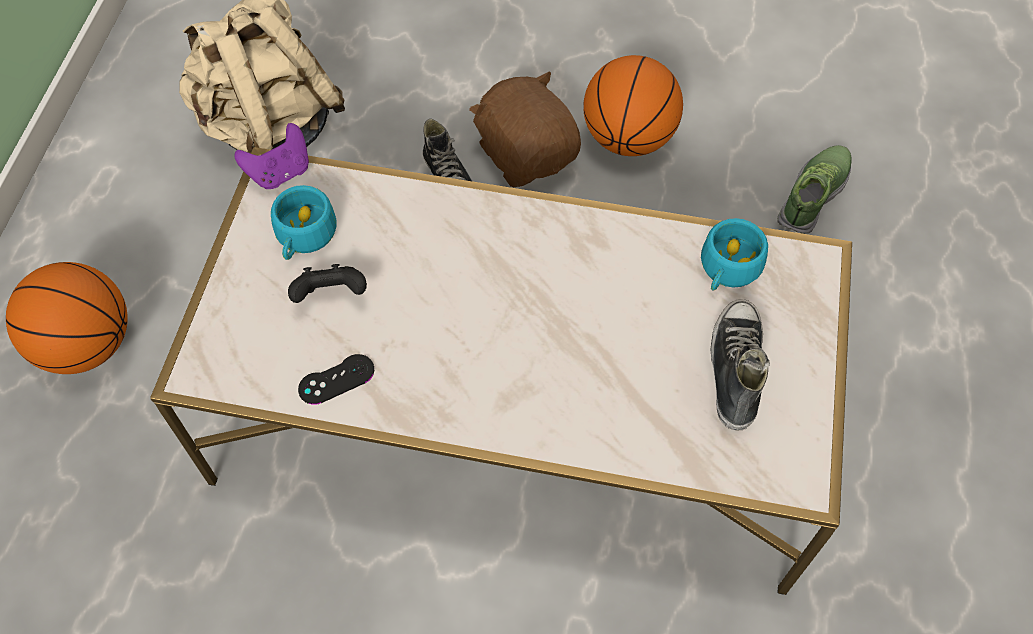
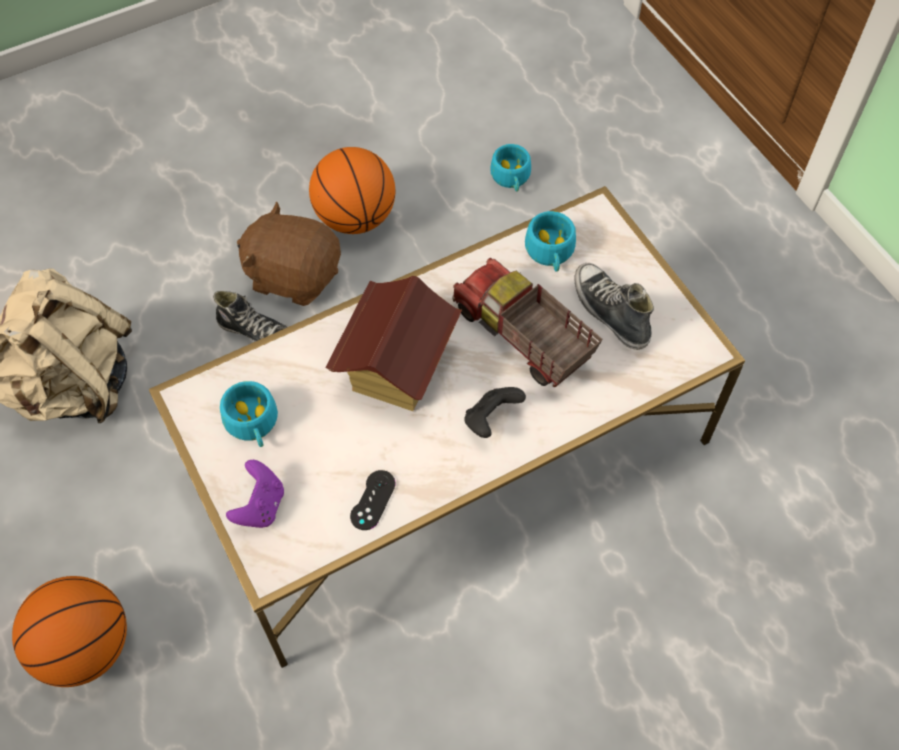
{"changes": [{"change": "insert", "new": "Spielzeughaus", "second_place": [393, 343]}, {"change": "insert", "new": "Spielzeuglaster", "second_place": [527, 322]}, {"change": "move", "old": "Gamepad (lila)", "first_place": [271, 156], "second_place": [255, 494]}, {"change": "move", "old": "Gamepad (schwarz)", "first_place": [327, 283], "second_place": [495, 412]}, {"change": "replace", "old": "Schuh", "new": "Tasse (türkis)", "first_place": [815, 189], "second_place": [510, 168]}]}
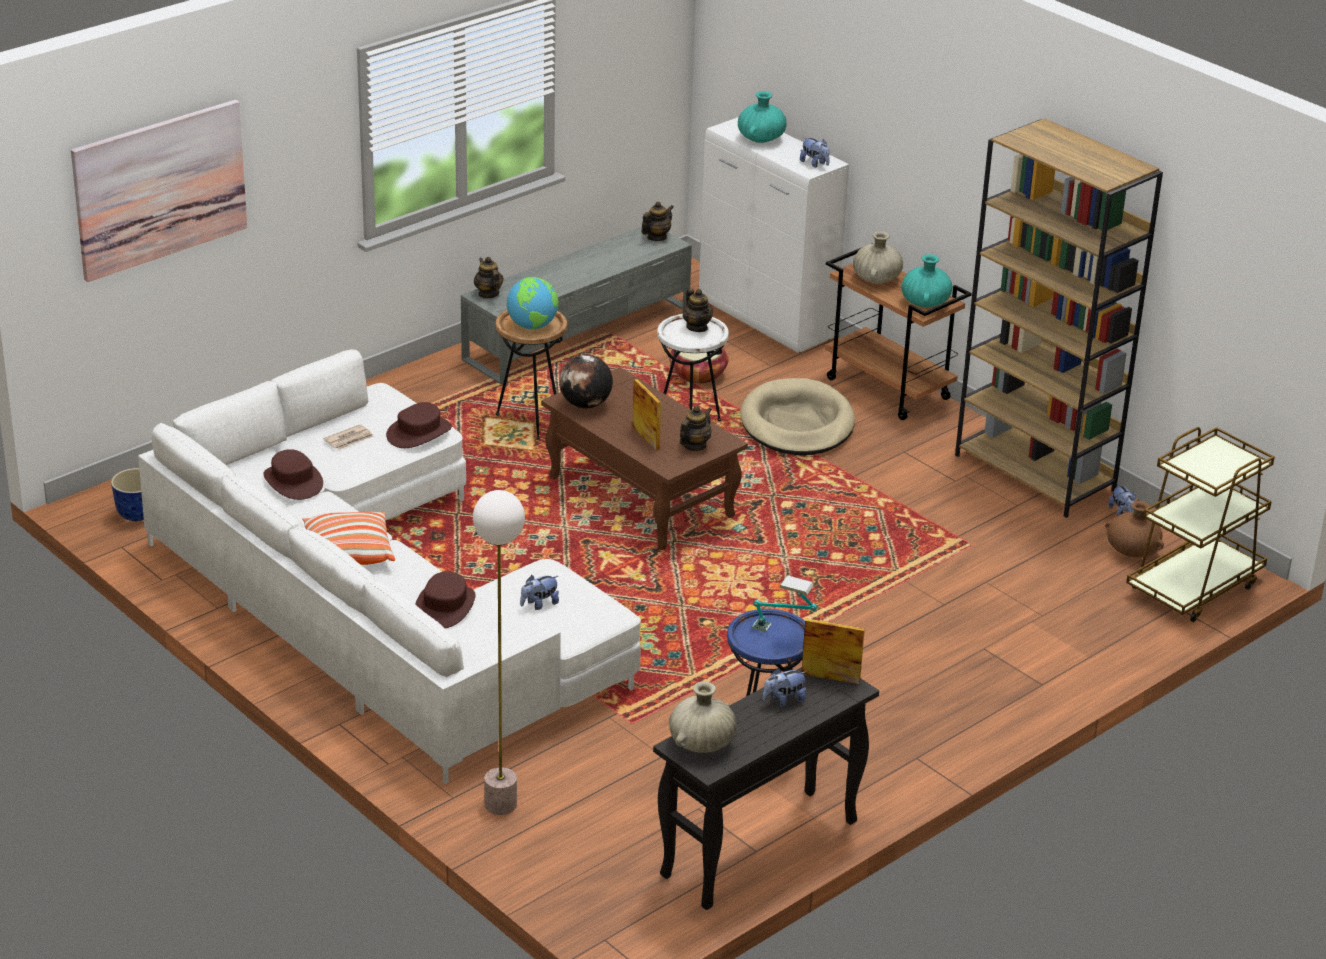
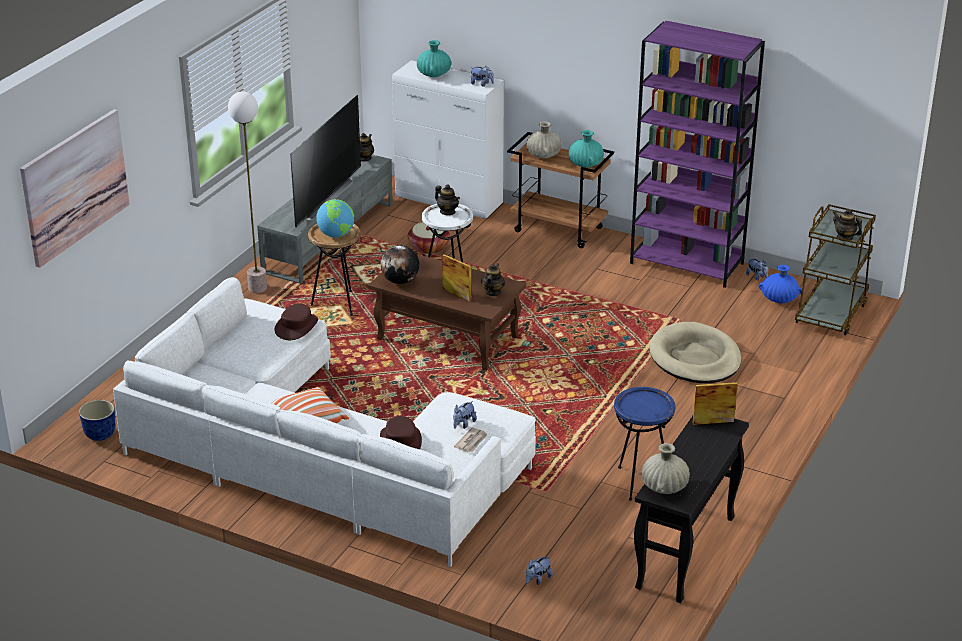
{"changes": [{"change": "delete", "old": "Hut (braun)", "first_place": [293, 474]}, {"change": "delete", "old": "Tischlampe", "first_place": [784, 603]}, {"change": "insert", "new": "Fernseher", "second_place": [325, 161]}, {"change": "move", "old": "Zeitung", "first_place": [348, 437], "second_place": [471, 440]}, {"change": "move", "old": "Stehlampe", "first_place": [499, 652], "second_place": [247, 192]}, {"change": "move", "old": "Teekanne", "first_place": [488, 278], "second_place": [847, 225]}, {"change": "move", "old": "Hundebett (beige)", "first_place": [797, 416], "second_place": [696, 352]}, {"change": "move", "old": "Plüschtier", "first_place": [784, 687], "second_place": [539, 570]}, {"change": "recolor", "old": "Bücherregal (braun)", "new": "Bücherregal (lila)", "first_place": [1059, 318], "second_place": [697, 154]}, {"change": "recolor", "old": "Vase (braun)", "new": "Vase (blau)", "first_place": [1134, 529], "second_place": [780, 284]}]}
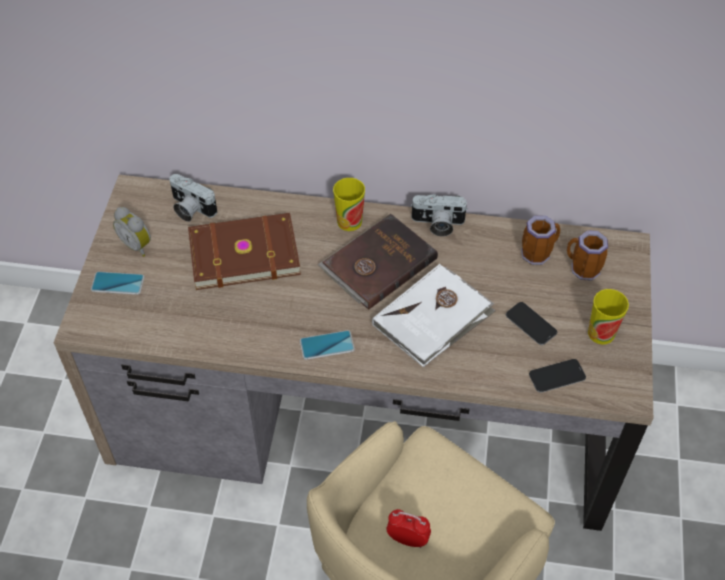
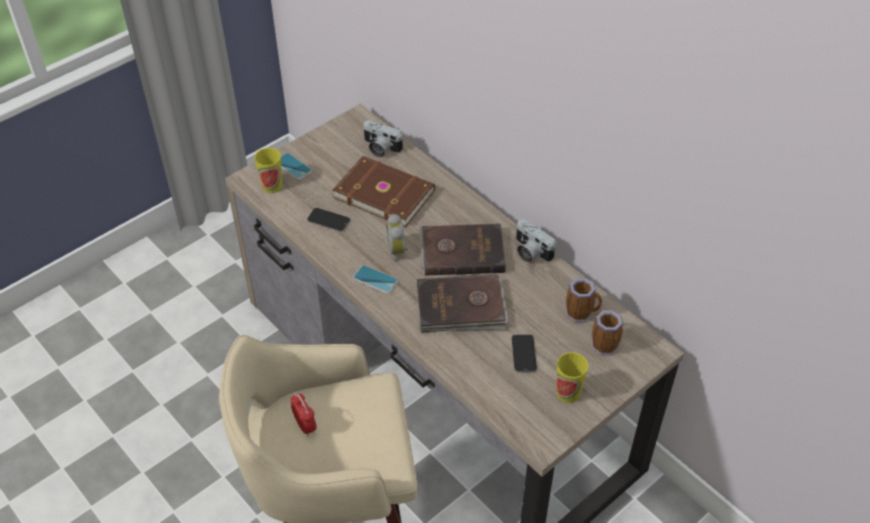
{"changes": [{"change": "move", "old": "Wecker", "first_place": [132, 232], "second_place": [397, 238]}, {"change": "move", "old": "Tasse", "first_place": [349, 204], "second_place": [268, 170]}, {"change": "move", "old": "Handy", "first_place": [557, 376], "second_place": [328, 220]}, {"change": "recolor", "old": "Buch (weiß)", "new": "Buch (braun)", "first_place": [433, 316], "second_place": [462, 303]}, {"change": "rotate", "old": "Kamera", "first_place": [193, 198], "second_place": [383, 138], "degrees": -45}]}
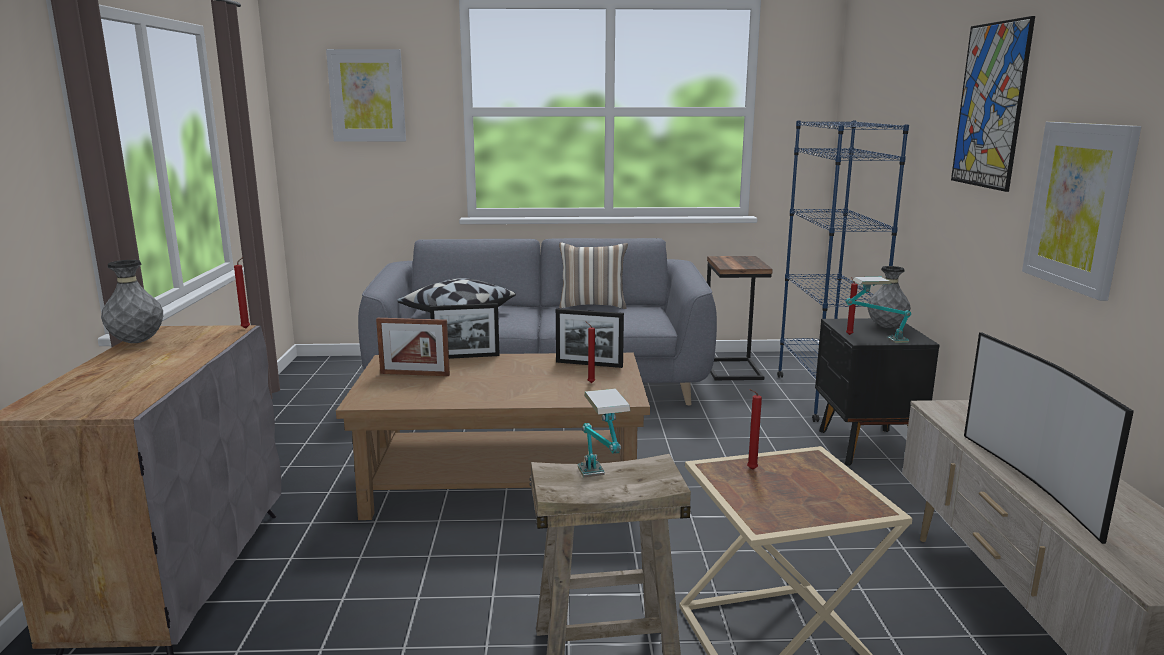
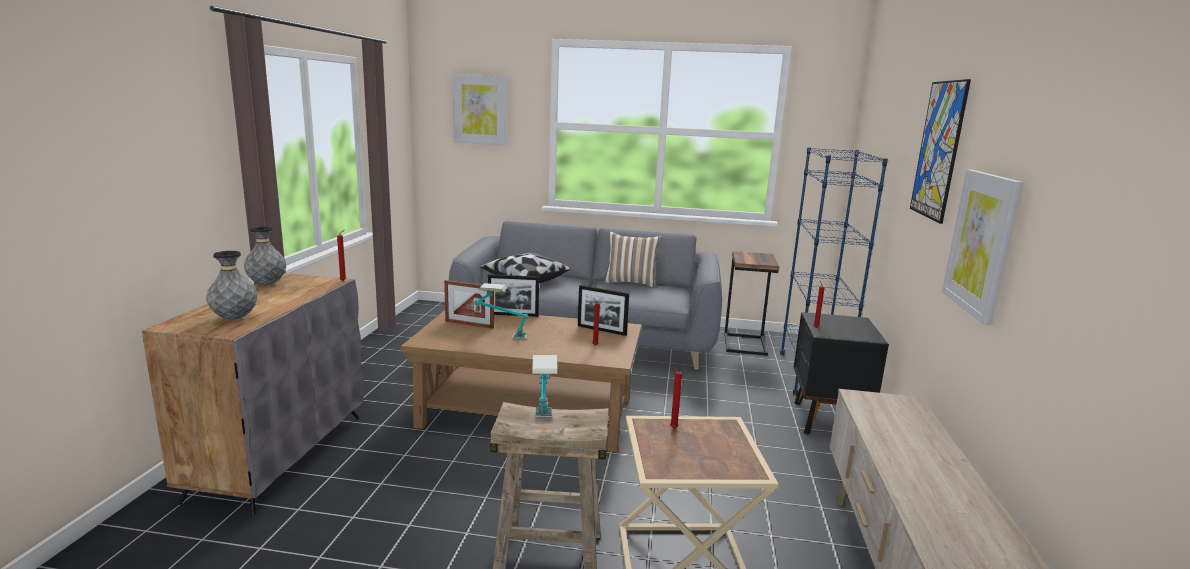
{"changes": [{"change": "delete", "old": "Fernseher", "first_place": [1049, 438]}, {"change": "move", "old": "Tischlampe", "first_place": [878, 310], "second_place": [501, 311]}, {"change": "move", "old": "Vase (grau)", "first_place": [889, 297], "second_place": [231, 285]}]}
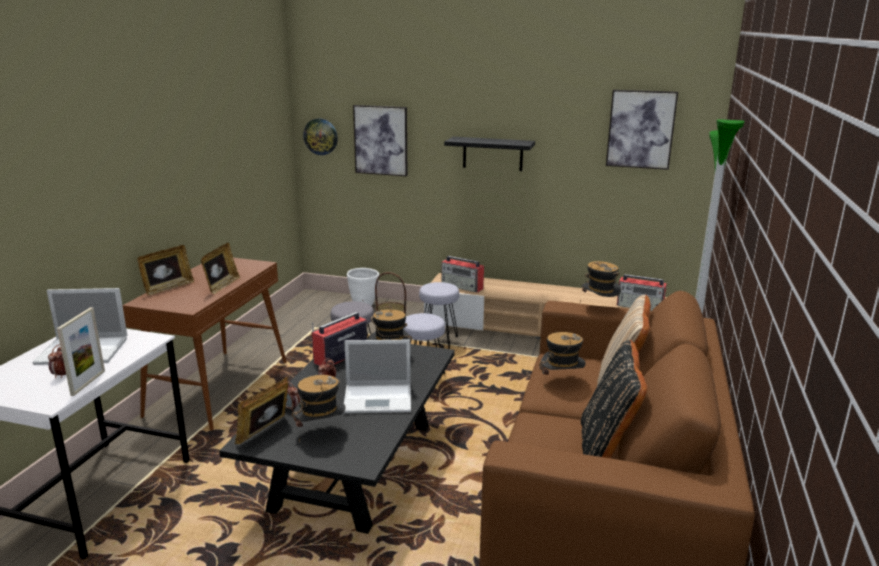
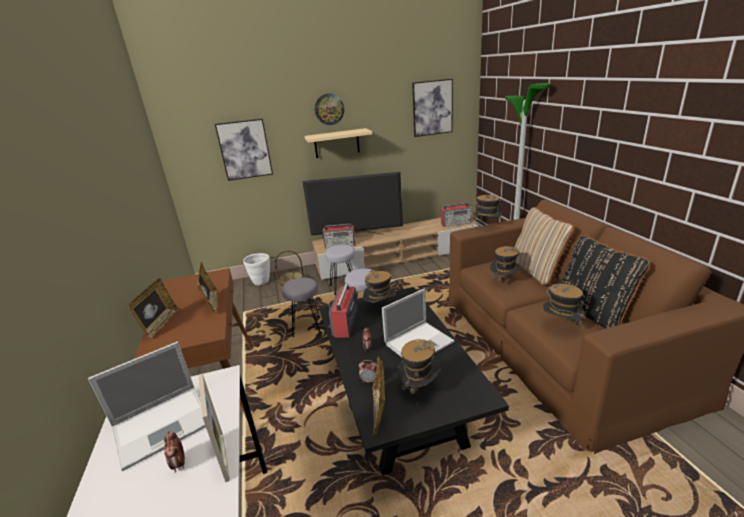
{"changes": [{"change": "insert", "new": "Fernseher", "second_place": [352, 203]}, {"change": "insert", "new": "Hut", "second_place": [564, 304]}, {"change": "move", "old": "Wanduhr", "first_place": [320, 136], "second_place": [329, 109]}, {"change": "recolor", "old": "Wandregal (schwarz)", "new": "Wandregal (beige)", "first_place": [489, 154], "second_place": [338, 143]}]}
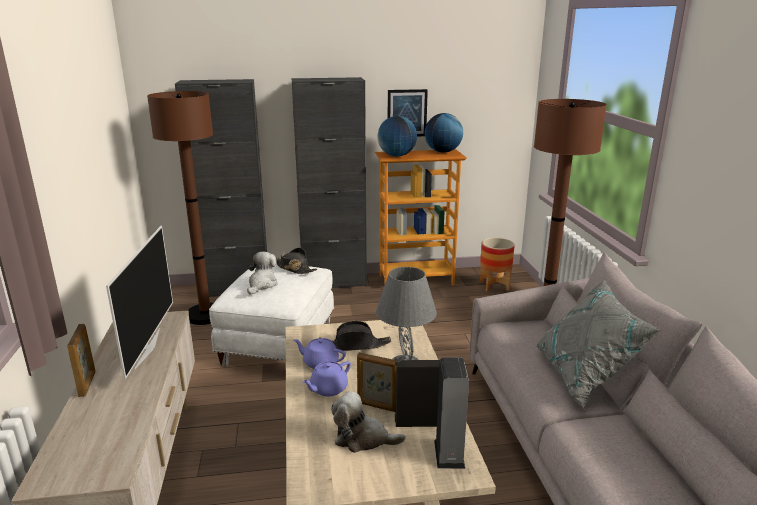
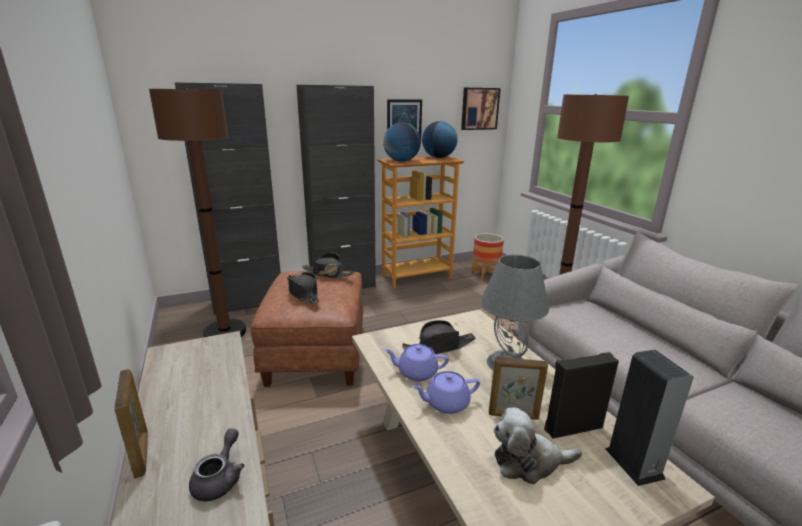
{"changes": [{"change": "delete", "old": "Fernseher", "first_place": [139, 302]}, {"change": "delete", "old": "Kissen (grau)", "first_place": [599, 343]}, {"change": "insert", "new": "Teekanne (grau)", "second_place": [217, 464]}, {"change": "insert", "new": "Bild", "second_place": [481, 109]}, {"change": "replace", "old": "Plüschtier", "new": "Hut (schwarz)", "first_place": [262, 273], "second_place": [303, 288]}, {"change": "recolor", "old": "Polsterhocker (weiß)", "new": "Polsterhocker (braun)", "first_place": [271, 315], "second_place": [307, 329]}, {"change": "rotate", "old": "Teekanne (lila)", "first_place": [326, 379], "second_place": [446, 392], "degrees": 45}]}
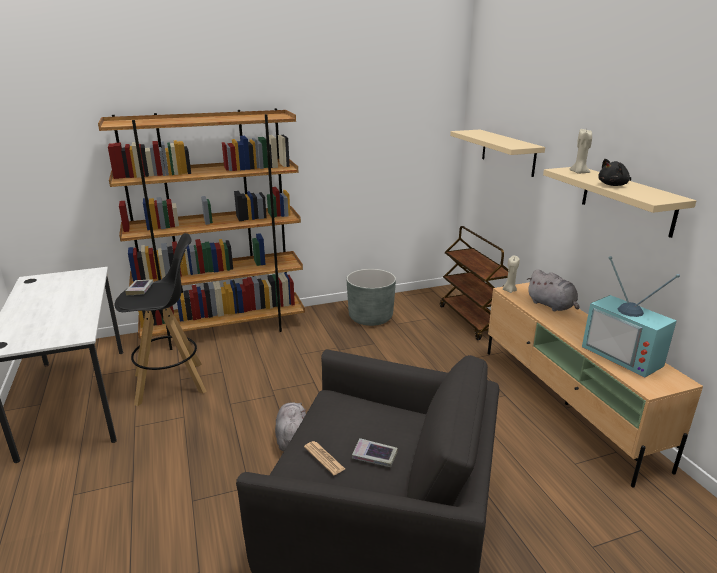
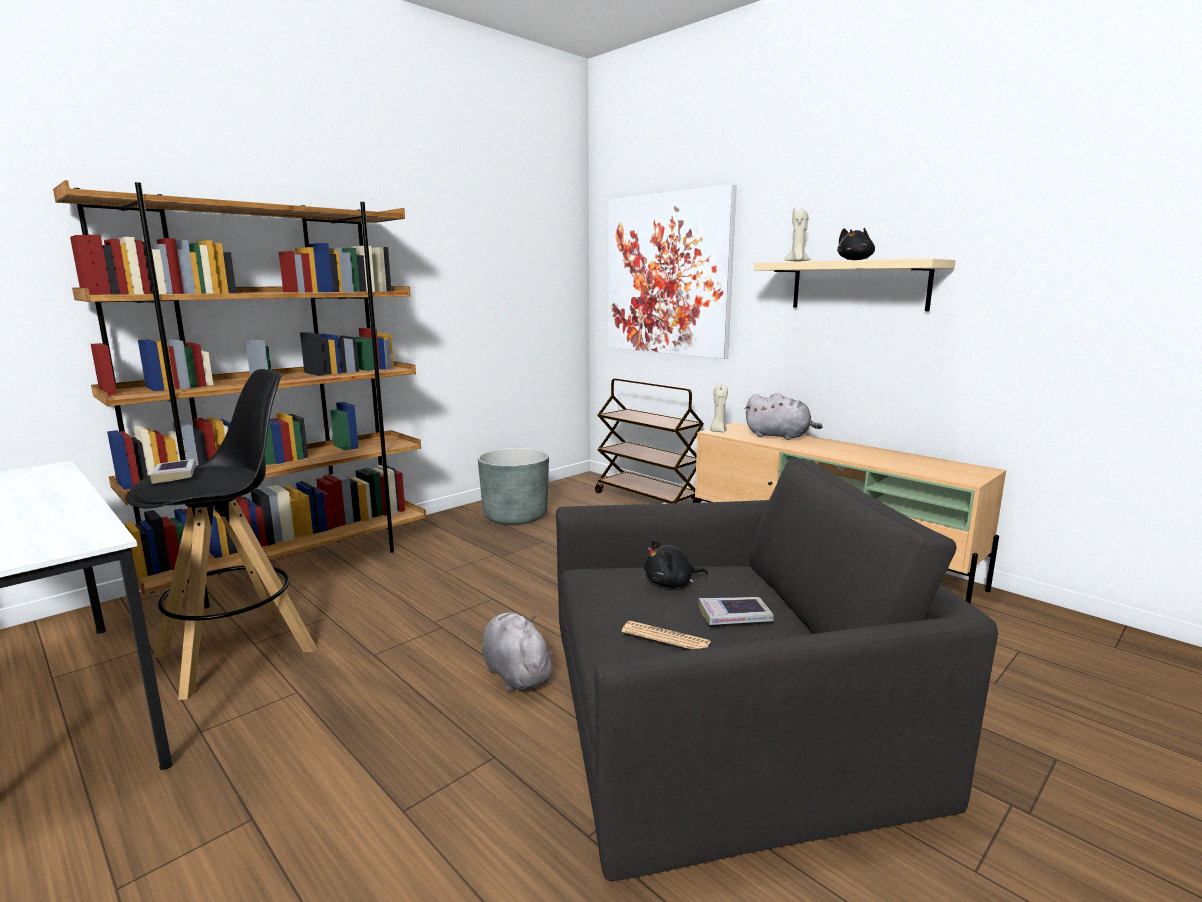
{"changes": [{"change": "delete", "old": "Fernseher", "first_place": [631, 316]}, {"change": "insert", "new": "Plüschtier (schwarz)", "second_place": [676, 563]}, {"change": "replace", "old": "Wandregal (beige)", "new": "Bild", "first_place": [497, 153], "second_place": [672, 271]}]}
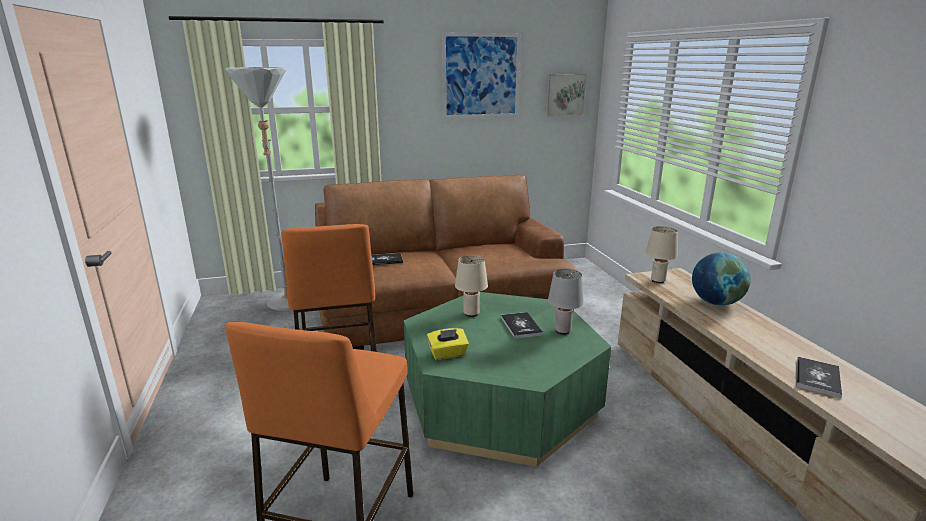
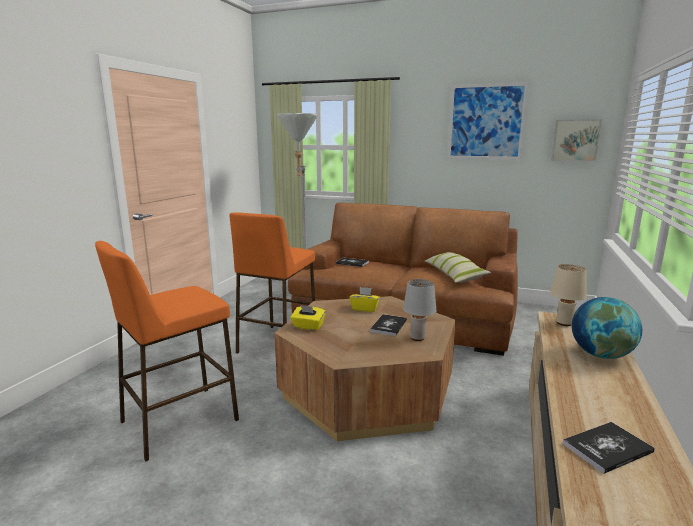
{"changes": [{"change": "insert", "new": "Kissen", "second_place": [458, 267]}, {"change": "replace", "old": "Tischlampe (beige)", "new": "Taschentuchbox (gelb)", "first_place": [471, 286], "second_place": [364, 299]}, {"change": "recolor", "old": "Couchtisch (grün)", "new": "Couchtisch (braun)", "first_place": [507, 379], "second_place": [365, 368]}]}
